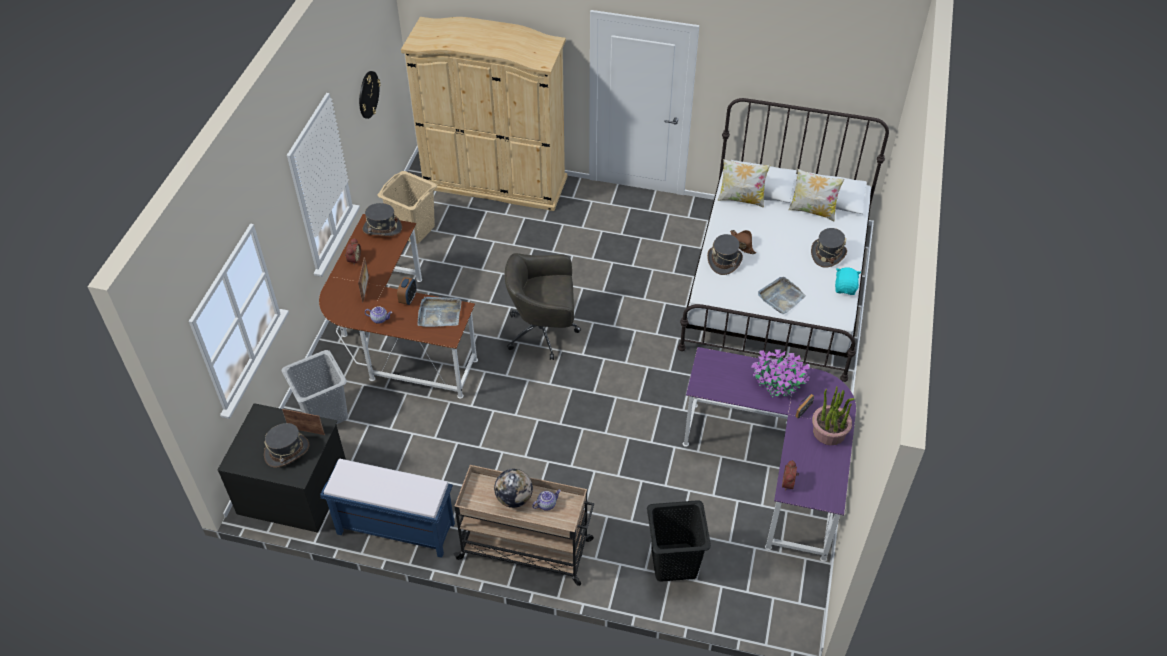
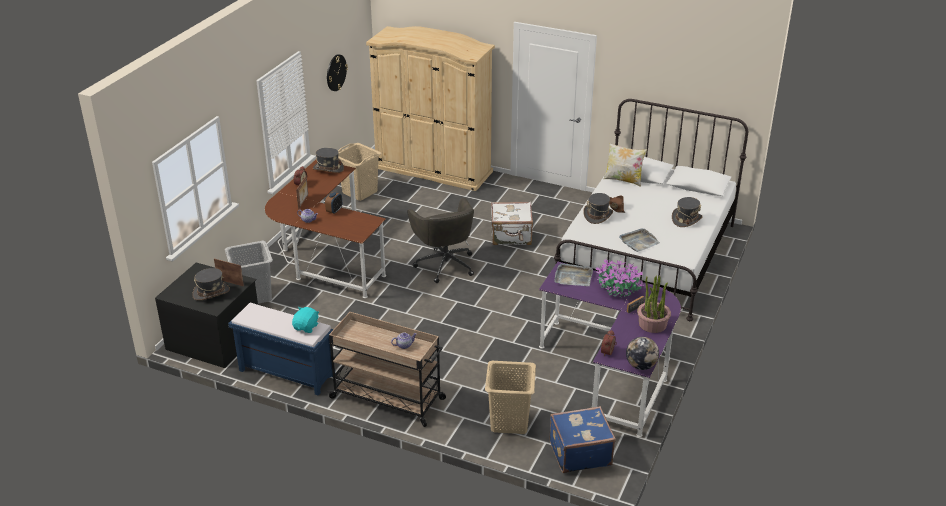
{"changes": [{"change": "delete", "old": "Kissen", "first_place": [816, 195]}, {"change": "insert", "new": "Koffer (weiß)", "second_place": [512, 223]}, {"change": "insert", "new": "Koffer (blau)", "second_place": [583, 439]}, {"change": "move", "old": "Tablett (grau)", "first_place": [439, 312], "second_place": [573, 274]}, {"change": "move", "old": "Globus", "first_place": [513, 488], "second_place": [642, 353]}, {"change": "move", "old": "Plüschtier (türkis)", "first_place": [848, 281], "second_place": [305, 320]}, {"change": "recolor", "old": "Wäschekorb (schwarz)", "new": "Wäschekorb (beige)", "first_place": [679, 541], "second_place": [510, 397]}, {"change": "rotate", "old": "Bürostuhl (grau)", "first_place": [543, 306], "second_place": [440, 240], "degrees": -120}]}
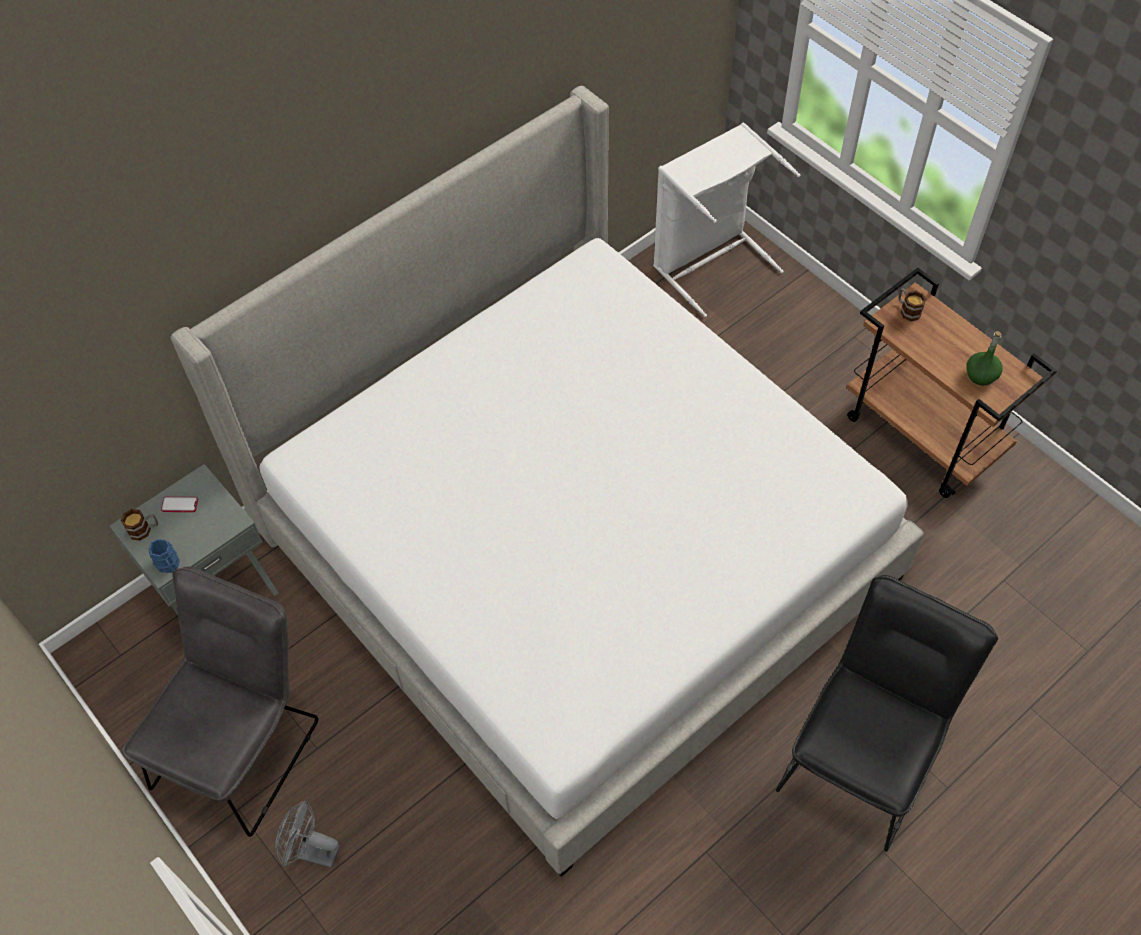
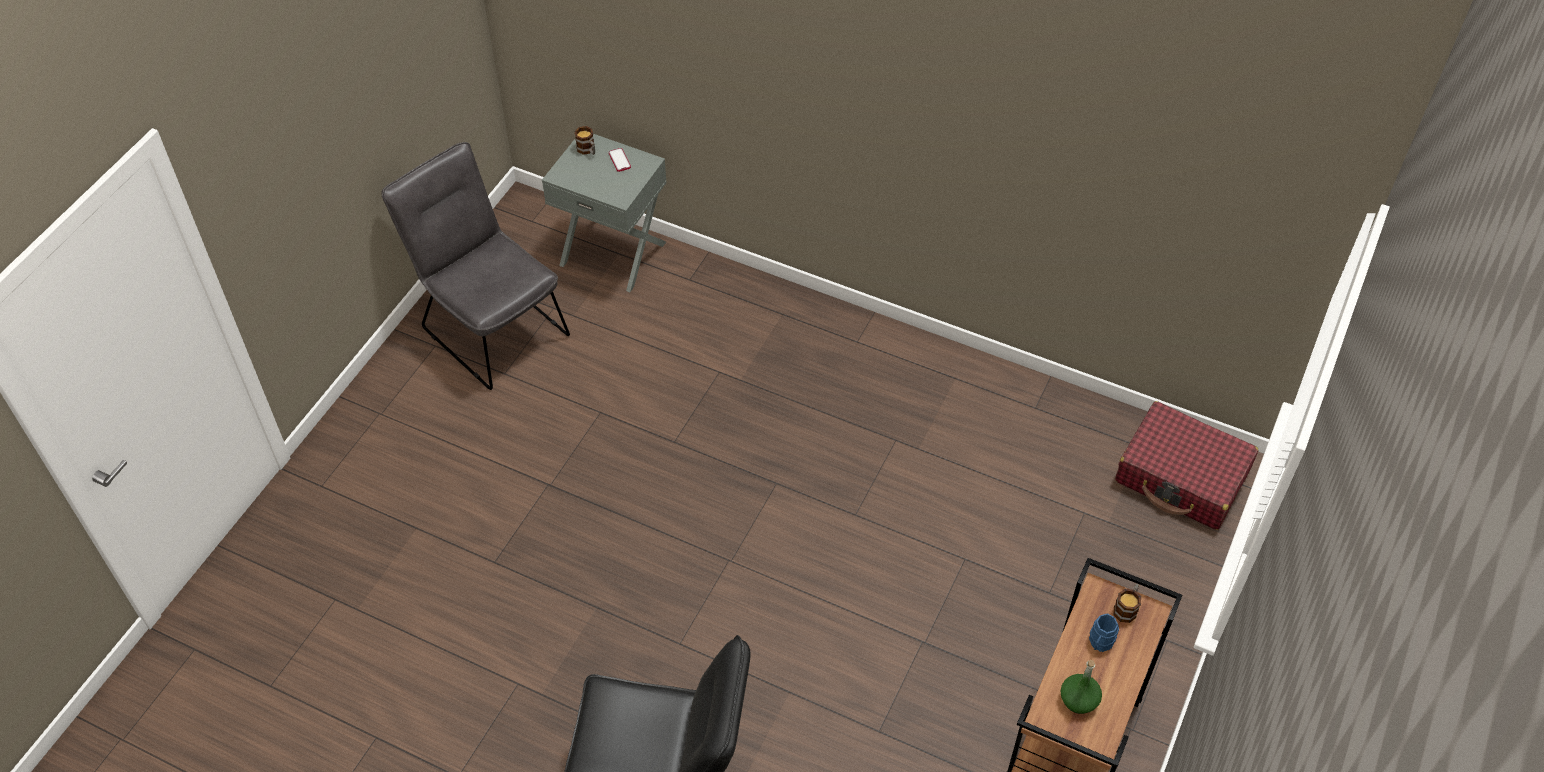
{"changes": [{"change": "delete", "old": "Bett", "first_place": [547, 481]}, {"change": "delete", "old": "Ventilator (grau)", "first_place": [308, 834]}, {"change": "move", "old": "Henkelbecher (blau)", "first_place": [164, 556], "second_place": [1104, 633]}, {"change": "replace", "old": "Wäschekorb (weiß)", "new": "Koffer (rot)", "first_place": [726, 219], "second_place": [1187, 465]}, {"change": "rotate", "old": "Stuhl (grau)", "first_place": [220, 702], "second_place": [475, 266], "degrees": -135}]}
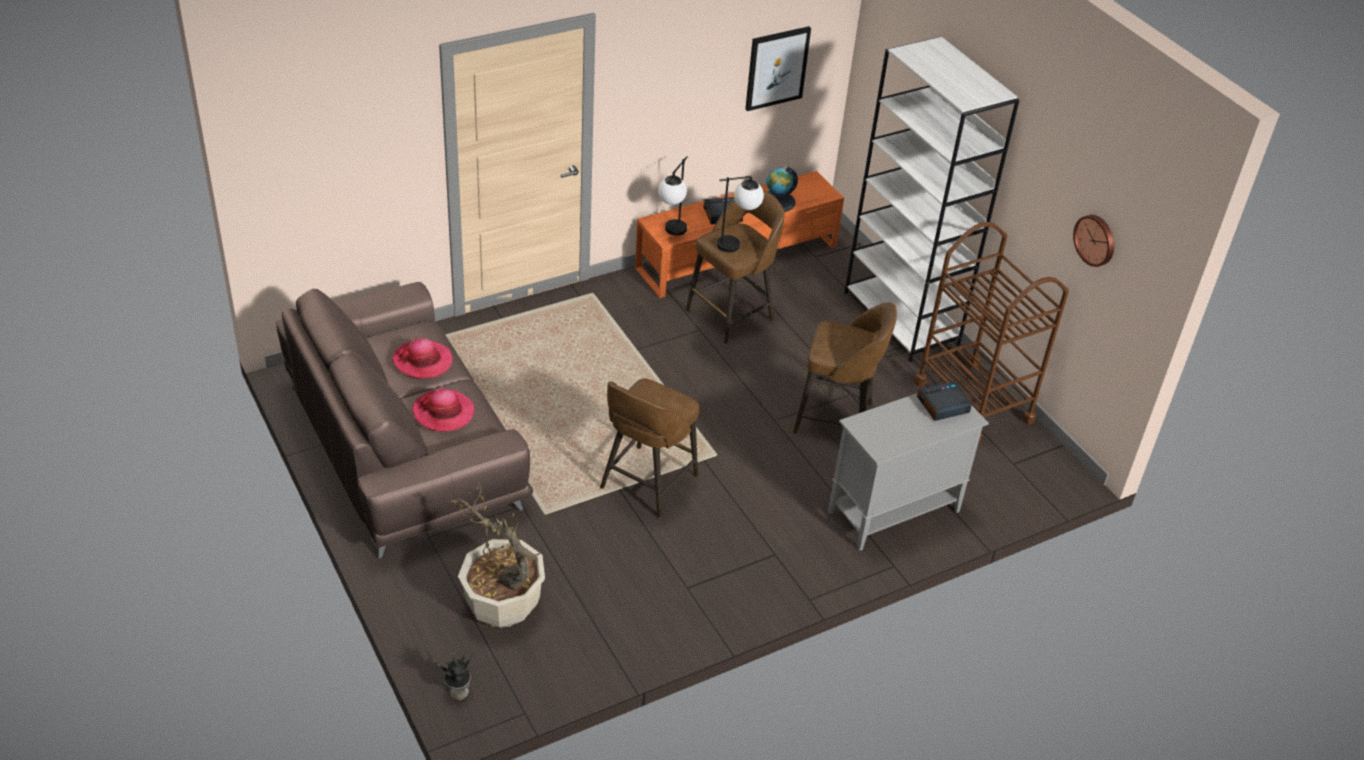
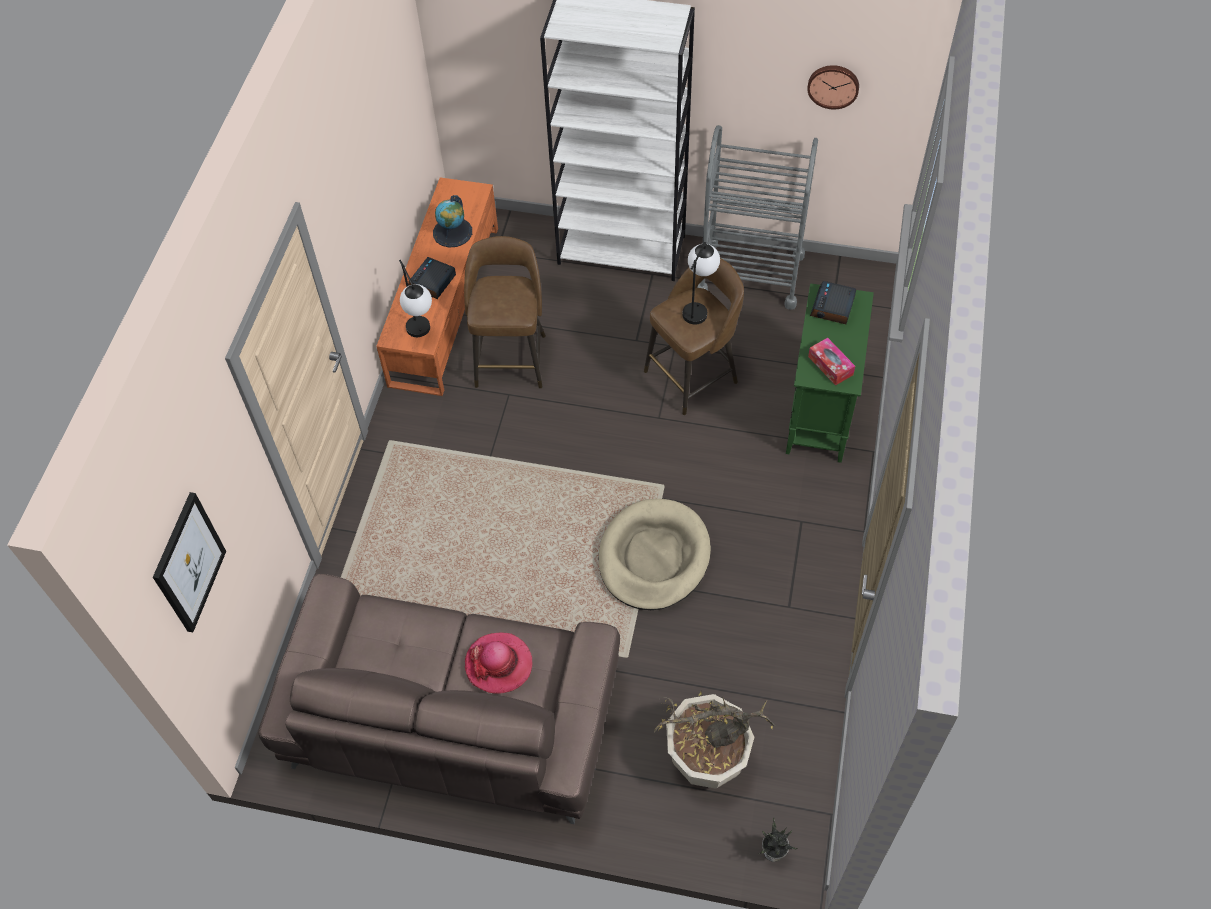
{"changes": [{"change": "delete", "old": "Hut", "first_place": [422, 358]}, {"change": "insert", "new": "Taschentuchbox", "second_place": [831, 362]}, {"change": "move", "old": "Tischlampe", "first_place": [740, 214], "second_place": [701, 283]}, {"change": "move", "old": "Bild", "first_place": [778, 68], "second_place": [189, 562]}, {"change": "replace", "old": "Hocker (braun)", "new": "Hundebett (beige)", "first_place": [649, 448], "second_place": [655, 554]}, {"change": "recolor", "old": "Schrank (grau)", "new": "Schrank (grün)", "first_place": [908, 466], "second_place": [830, 373]}, {"change": "recolor", "old": "Rollwagen (braun)", "new": "Rollwagen (grau)", "first_place": [991, 333], "second_place": [757, 217]}]}
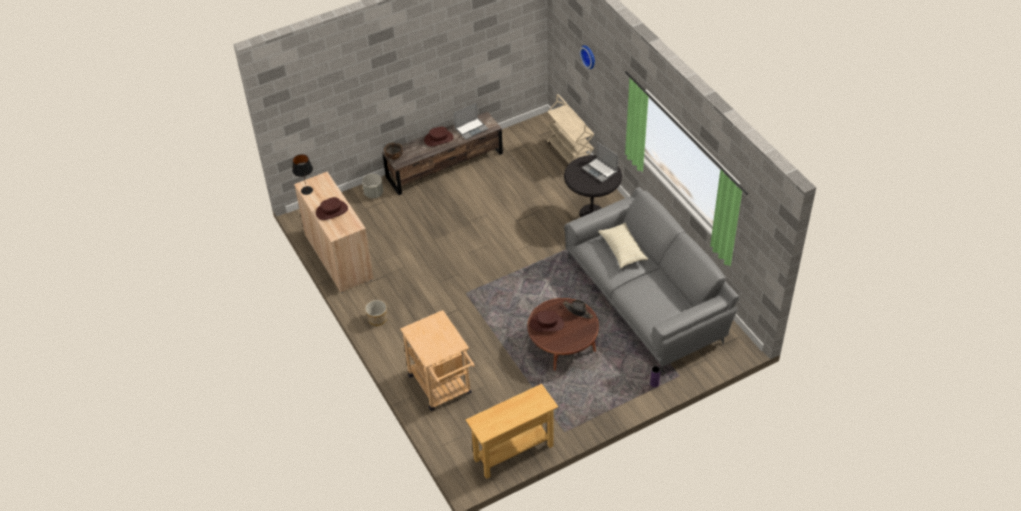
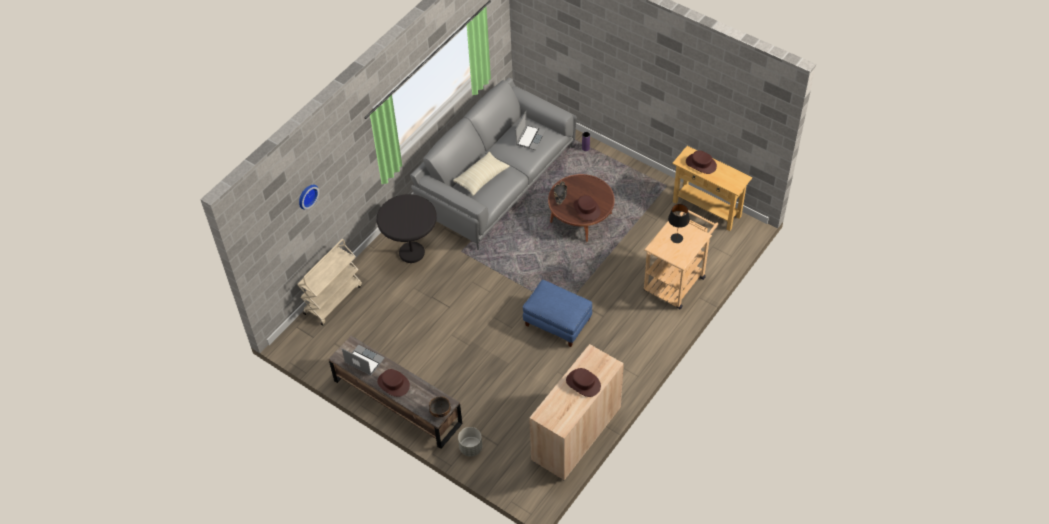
{"changes": [{"change": "delete", "old": "Pflanzkübel", "first_place": [376, 313]}, {"change": "insert", "new": "Polsterhocker (blau)", "second_place": [557, 313]}, {"change": "insert", "new": "Hut (braun)", "second_place": [701, 162]}, {"change": "move", "old": "Tischlampe (schwarz)", "first_place": [302, 174], "second_place": [679, 223]}, {"change": "move", "old": "Laptop", "first_place": [600, 162], "second_place": [530, 130]}]}
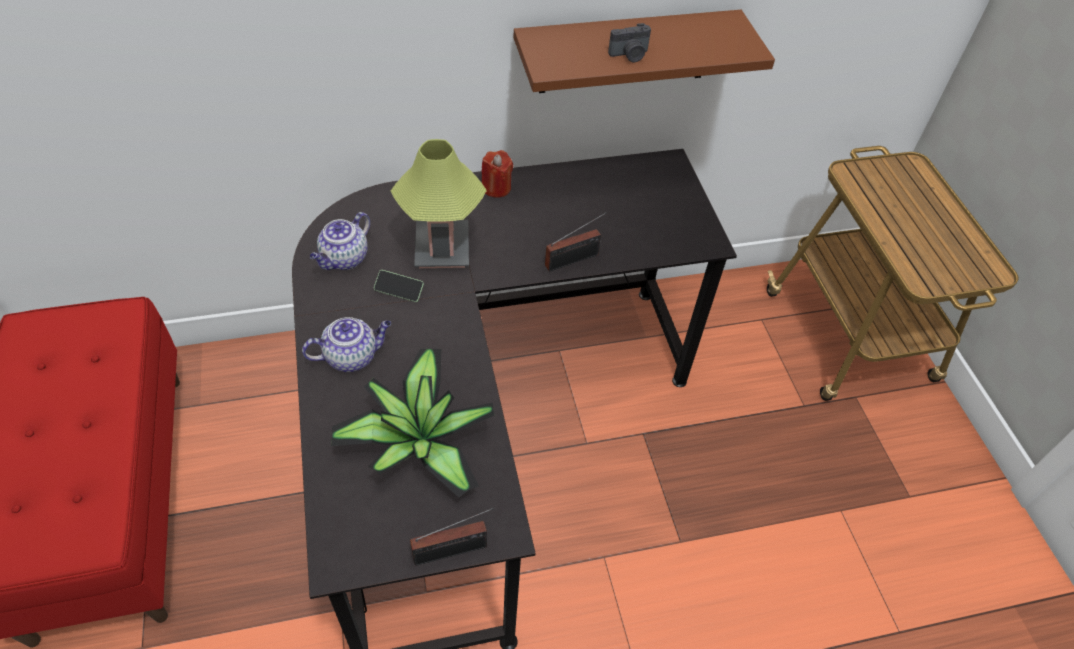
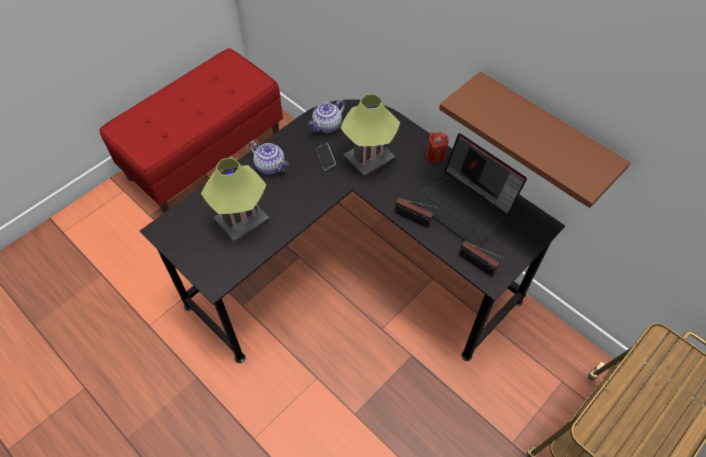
{"changes": [{"change": "delete", "old": "Kamera", "first_place": [629, 42]}, {"change": "insert", "new": "Laptop", "second_place": [470, 191]}, {"change": "move", "old": "Radio", "first_place": [452, 537], "second_place": [482, 259]}, {"change": "replace", "old": "Topfpflanze", "new": "Tischlampe", "first_place": [412, 423], "second_place": [235, 199]}, {"change": "rotate", "old": "Teekanne", "first_place": [340, 241], "second_place": [326, 116], "degrees": -45}]}
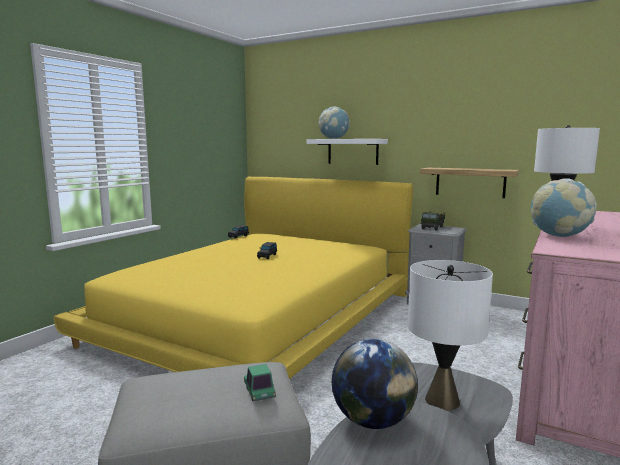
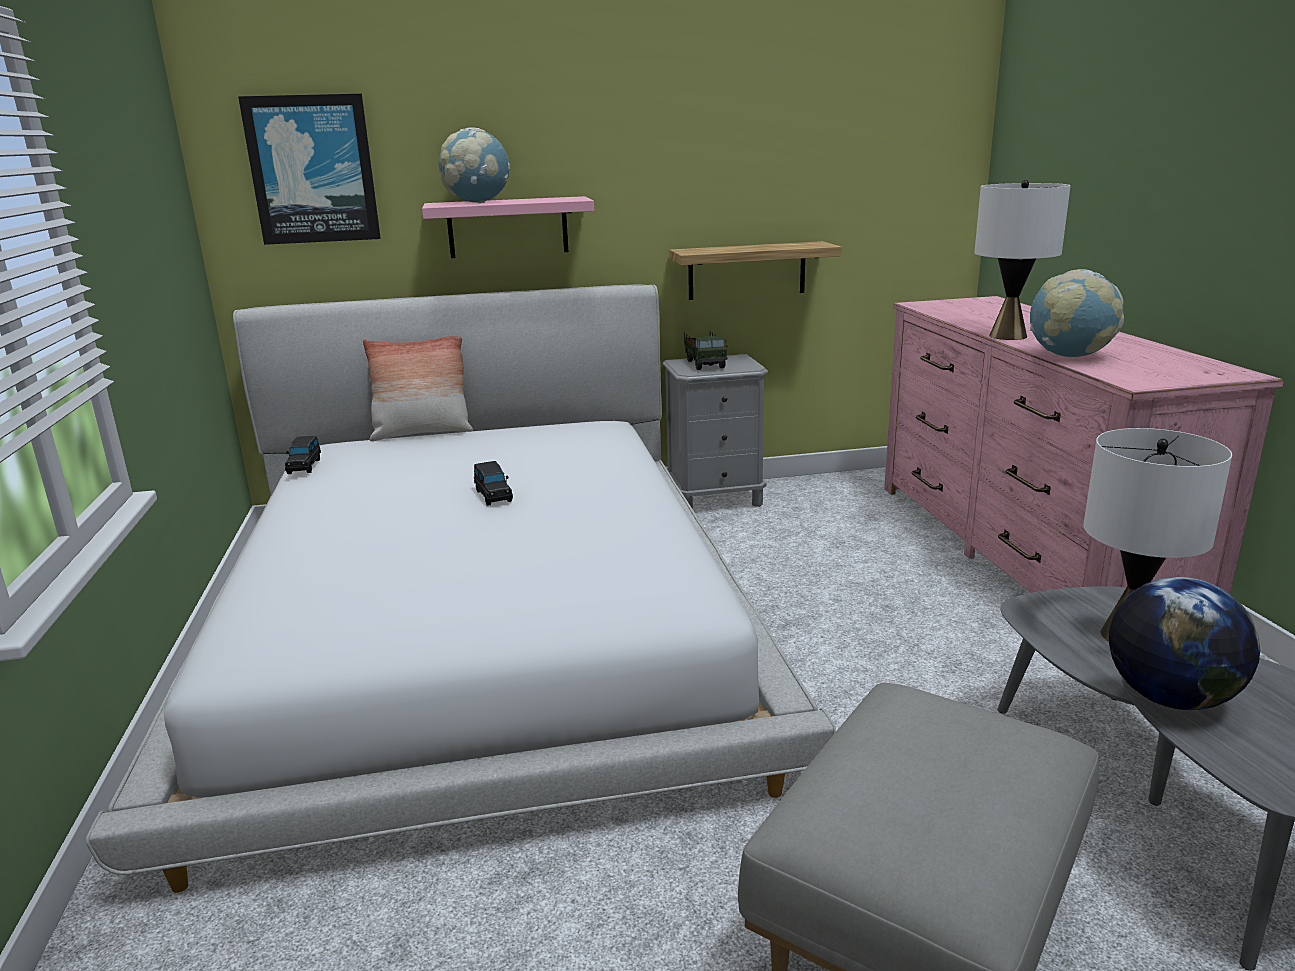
{"changes": [{"change": "delete", "old": "Spielzeugauto", "first_place": [260, 383]}, {"change": "insert", "new": "Bild", "second_place": [309, 169]}, {"change": "insert", "new": "Kissen", "second_place": [418, 389]}, {"change": "recolor", "old": "Bett (gelb)", "new": "Bett (weiß)", "first_place": [233, 277], "second_place": [461, 588]}, {"change": "recolor", "old": "Wandregal (weiß)", "new": "Wandregal (rosa)", "first_place": [347, 152], "second_place": [508, 227]}]}
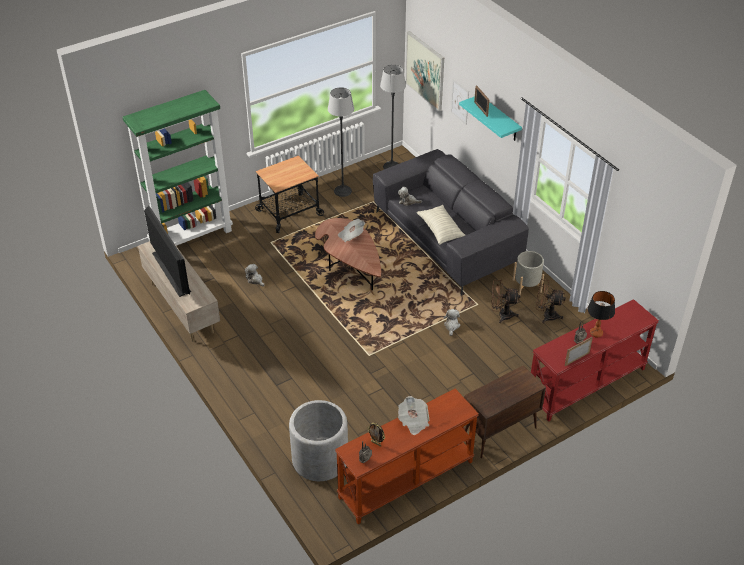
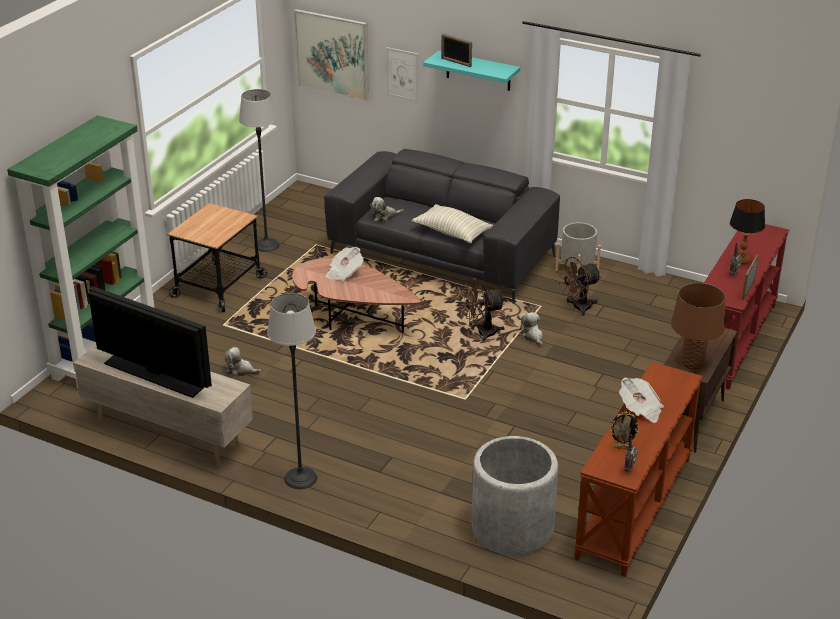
{"changes": [{"change": "insert", "new": "Tischlampe (braun)", "second_place": [698, 326]}, {"change": "move", "old": "Stehlampe", "first_place": [393, 117], "second_place": [292, 391]}, {"change": "move", "old": "Ventilator (braun)", "first_place": [551, 301], "second_place": [483, 310]}]}
